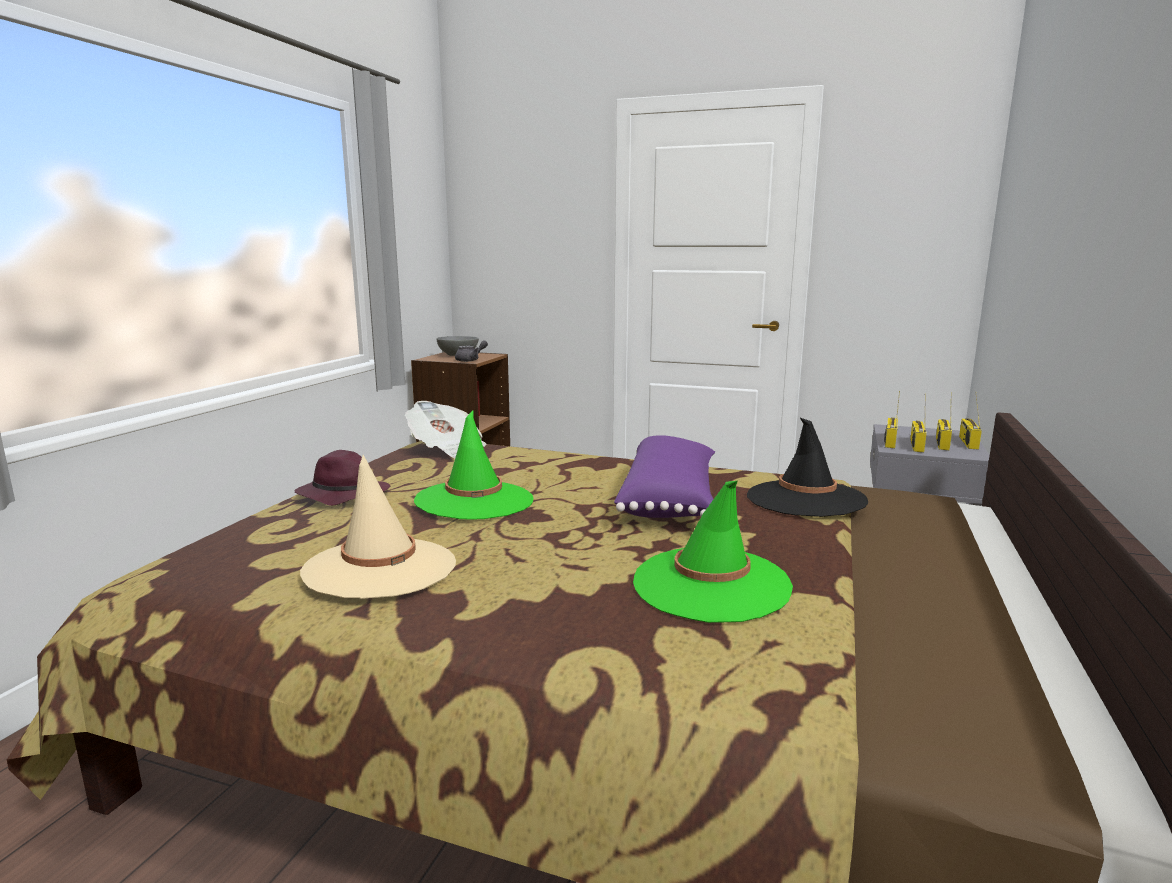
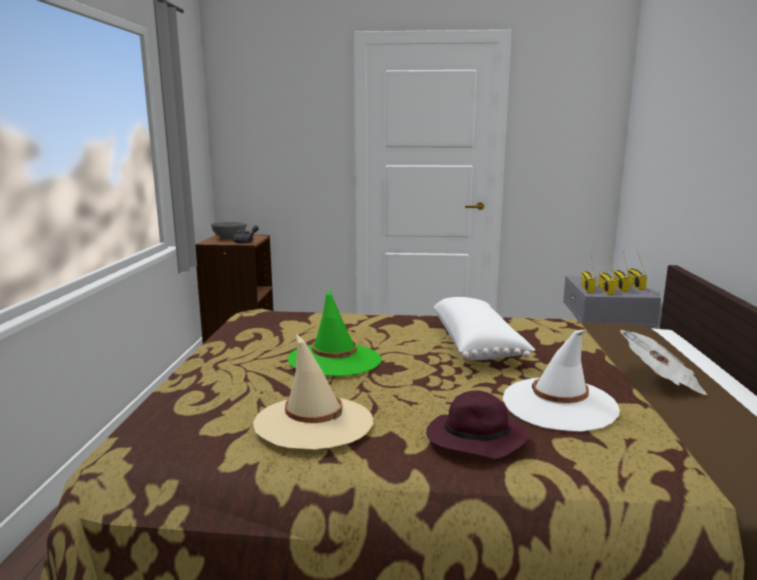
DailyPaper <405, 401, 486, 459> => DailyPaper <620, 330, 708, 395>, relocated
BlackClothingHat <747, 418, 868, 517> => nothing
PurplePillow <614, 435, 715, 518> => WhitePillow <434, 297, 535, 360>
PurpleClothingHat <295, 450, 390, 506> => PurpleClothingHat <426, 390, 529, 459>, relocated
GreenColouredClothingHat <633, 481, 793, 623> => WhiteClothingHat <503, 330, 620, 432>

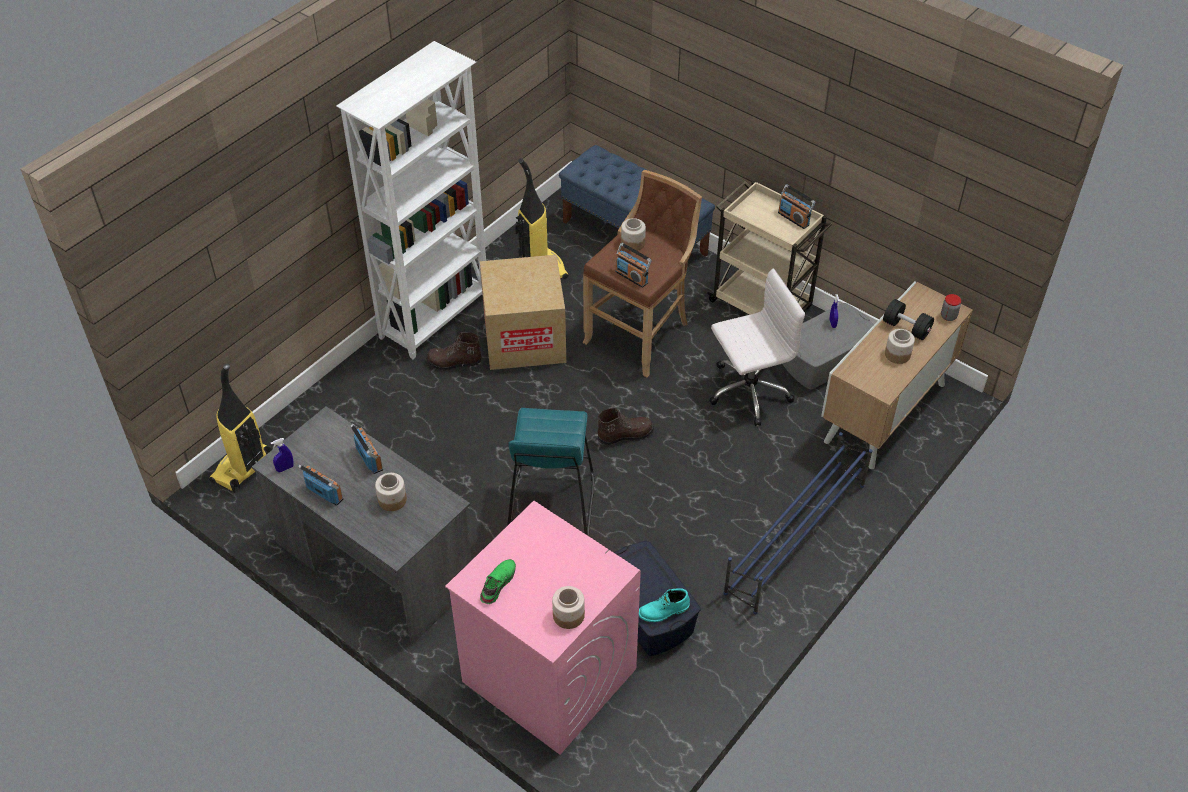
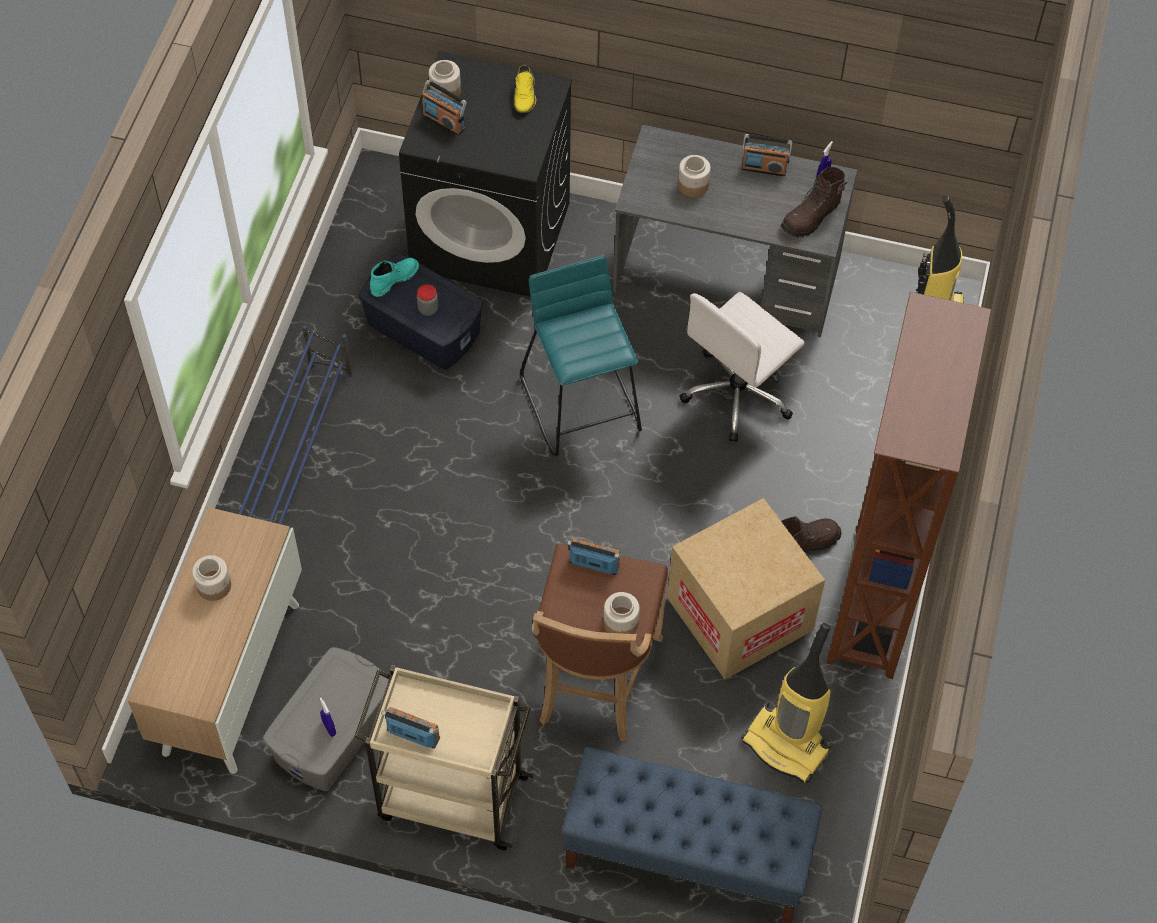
WhiteBookcase <336, 41, 486, 360> => BrownBookcase <827, 292, 991, 679>
WhiteDeskChair <709, 268, 805, 426> => WhiteDeskChair <679, 292, 805, 442>, relocated
StorageJar <941, 294, 961, 321> => StorageJar <417, 284, 438, 316>, relocated
BlackFreeWeight <883, 299, 934, 340> => nothing
BrownHighTopBoot <597, 408, 654, 445> => BrownHighTopBoot <781, 167, 847, 237>, relocated
RadioSet <350, 424, 383, 474> => RadioSet <422, 80, 467, 136>, relocated
PinkLaundryMachine <445, 501, 641, 755> => BlackLaundryMachine <399, 51, 572, 297>
GreenColouredItemOfFootwear <480, 559, 516, 604> => YellowishItemOfFootwear <514, 65, 537, 113>

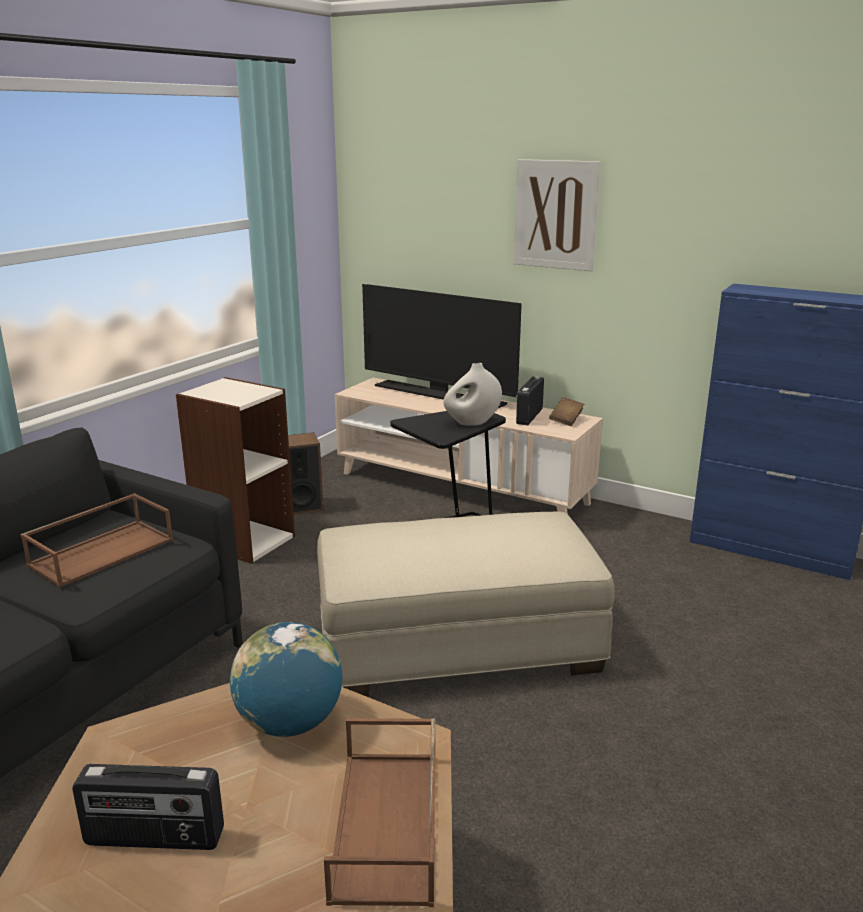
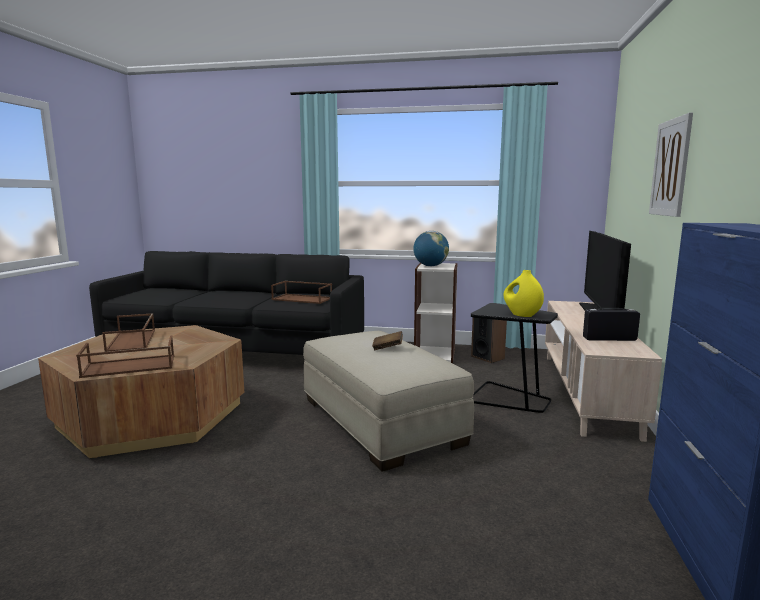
WhiteVase <443, 363, 502, 426> => YellowishVase <503, 270, 544, 317>
BrownBoundBook <549, 397, 584, 426> => BrownBoundBook <372, 331, 403, 350>, relocated
DeskGlobe <230, 622, 342, 737> => DeskGlobe <413, 231, 449, 266>, relocated
RadioSet <72, 764, 224, 850> => BrownServingTray <102, 313, 155, 352>

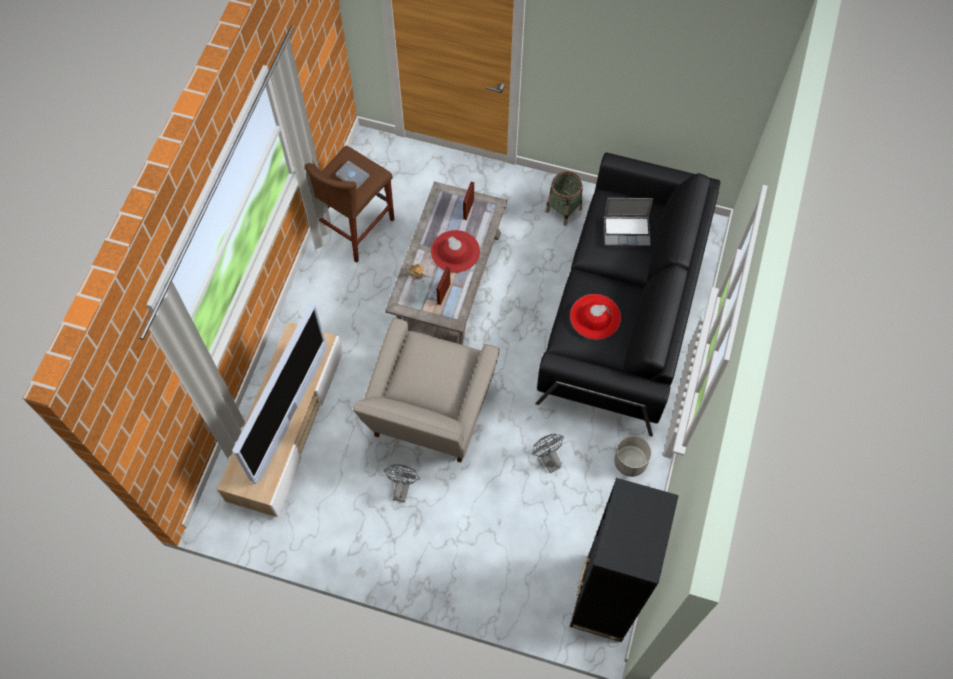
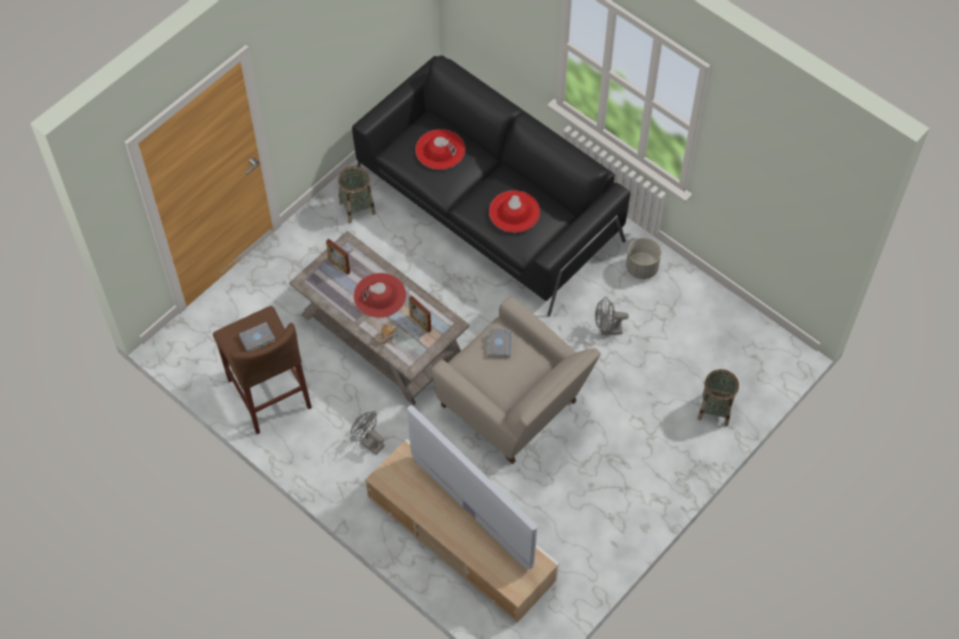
NotebookComputer <604, 198, 654, 246> => RedColouredClothingHat <415, 129, 465, 170>
GreyCoolingFan <384, 464, 420, 502> => GreyCoolingFan <350, 411, 384, 455>, relocated
BlackBookcase <570, 478, 679, 642> => nothing
nothing => GreyBoundBook <488, 329, 512, 358>
nothing => Basket <697, 369, 739, 426>

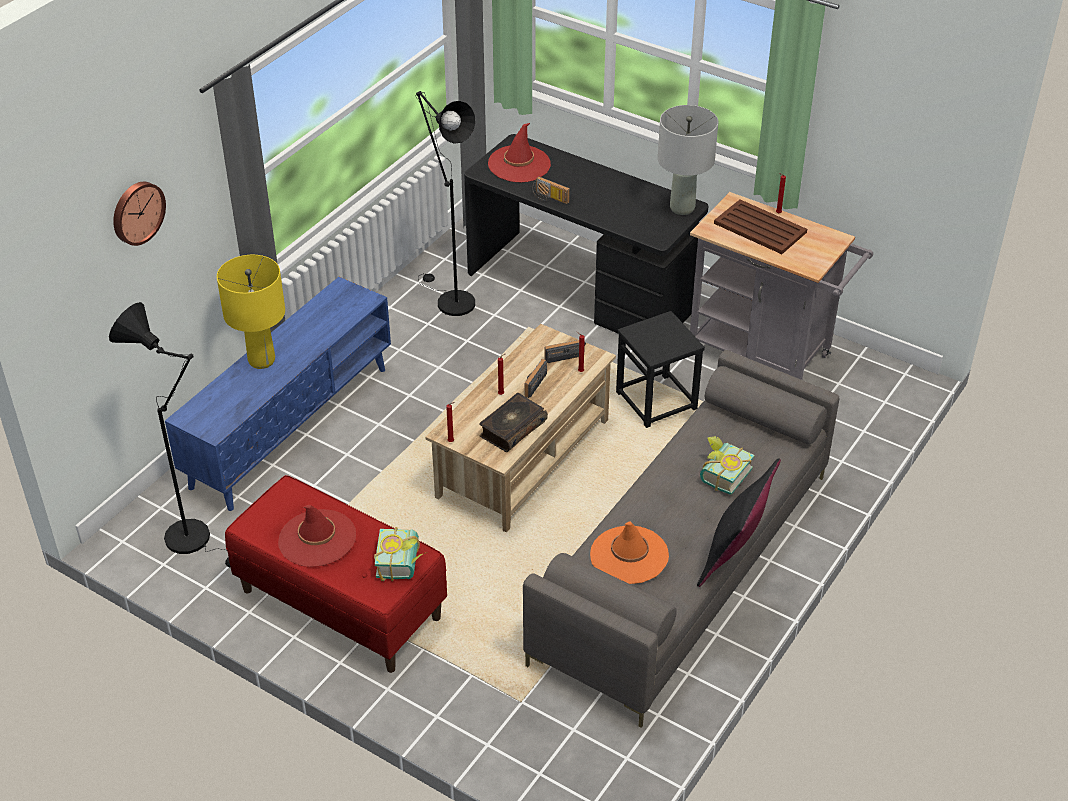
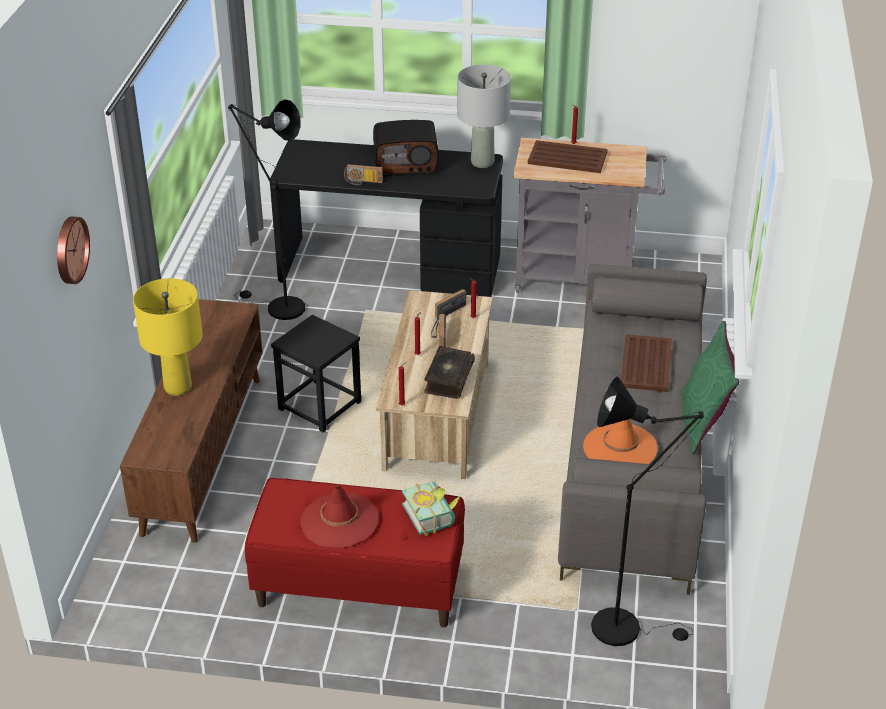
RedColouredClothingHat <488, 123, 551, 182> => nothing
BluishMediaConsole <165, 277, 391, 511> => BrownMediaConsole <120, 299, 263, 543>
BlackStandingLamp <109, 302, 231, 568> => BlackStandingLamp <591, 377, 704, 646>, relocated
BlackStoolSeat <616, 311, 705, 428> => BlackStoolSeat <271, 315, 361, 432>, relocated
BoundBook <700, 436, 755, 495> => BrownServingTray <621, 334, 672, 392>
BlackPillow <697, 458, 781, 587> => GreenColouredPillow <681, 321, 740, 454>
nothing => RadioSet <373, 120, 439, 177>

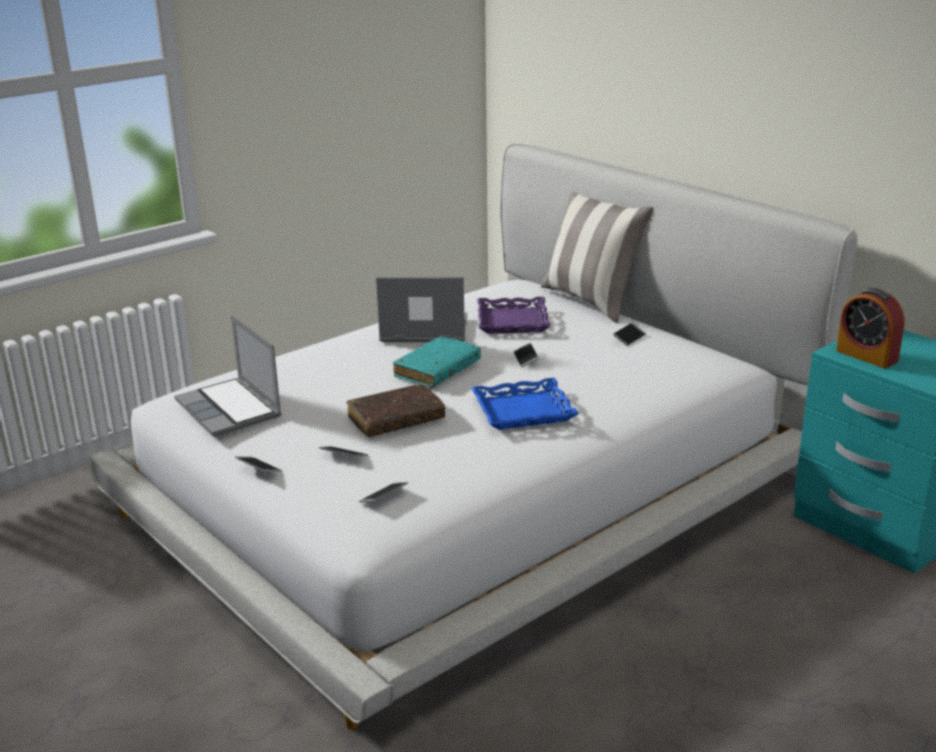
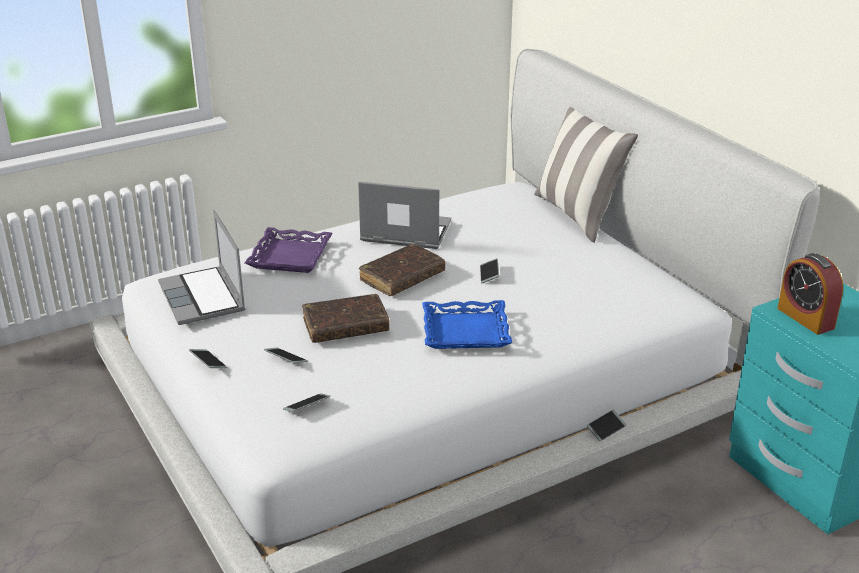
PurpleServingTray <477, 297, 550, 333> => PurpleServingTray <245, 227, 332, 273>, relocated
Phone <613, 323, 646, 346> => Phone <587, 410, 627, 441>, relocated
TurquoiseColouredBoundBook <393, 336, 481, 387> => BrownBoundBook <359, 244, 445, 296>

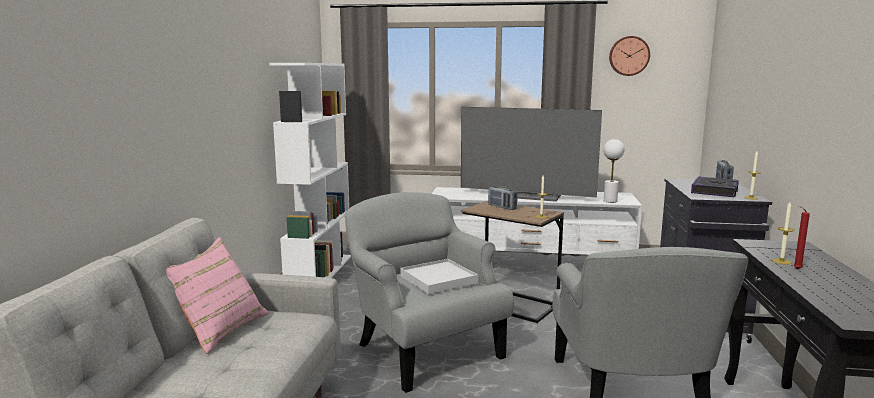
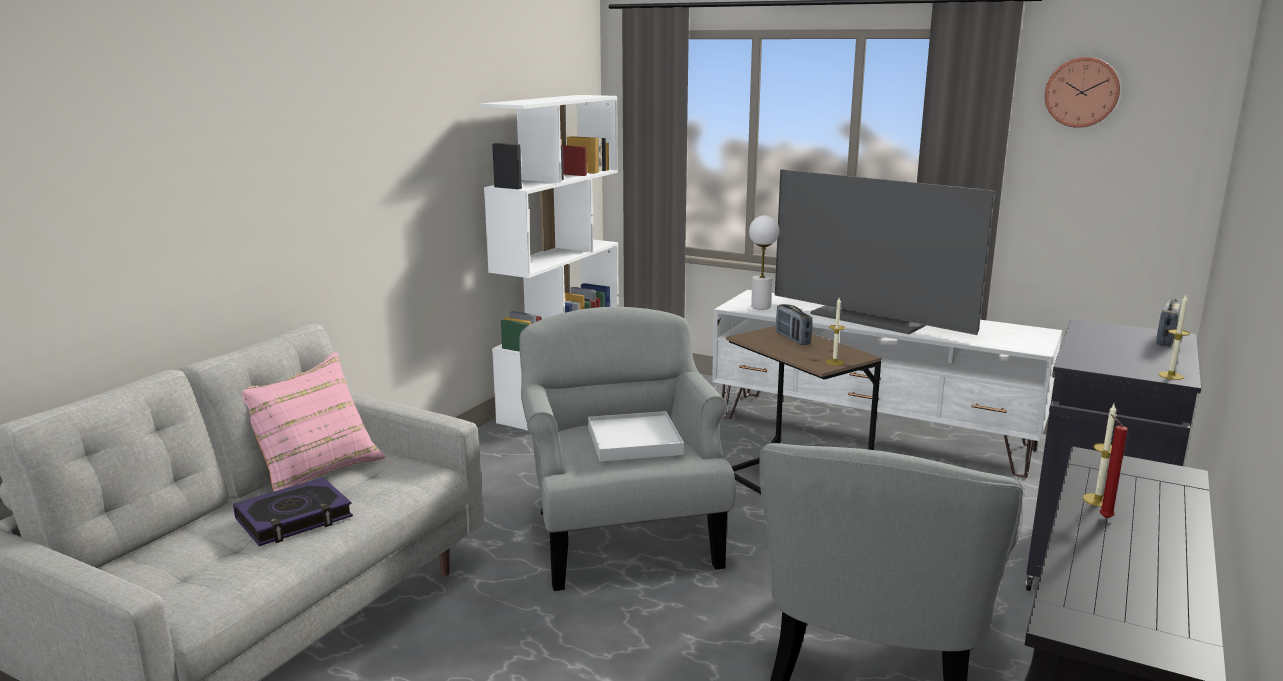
WhiteTableLamp <603, 139, 625, 203> => WhiteTableLamp <749, 215, 779, 309>, relocated
BoundBook <691, 176, 739, 197> => BoundBook <233, 477, 353, 546>, relocated

